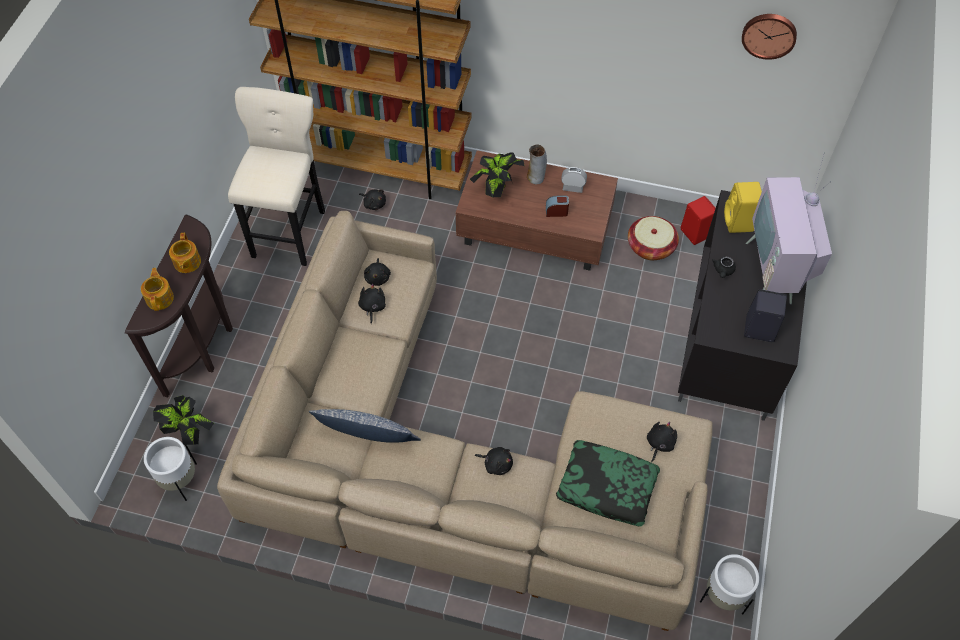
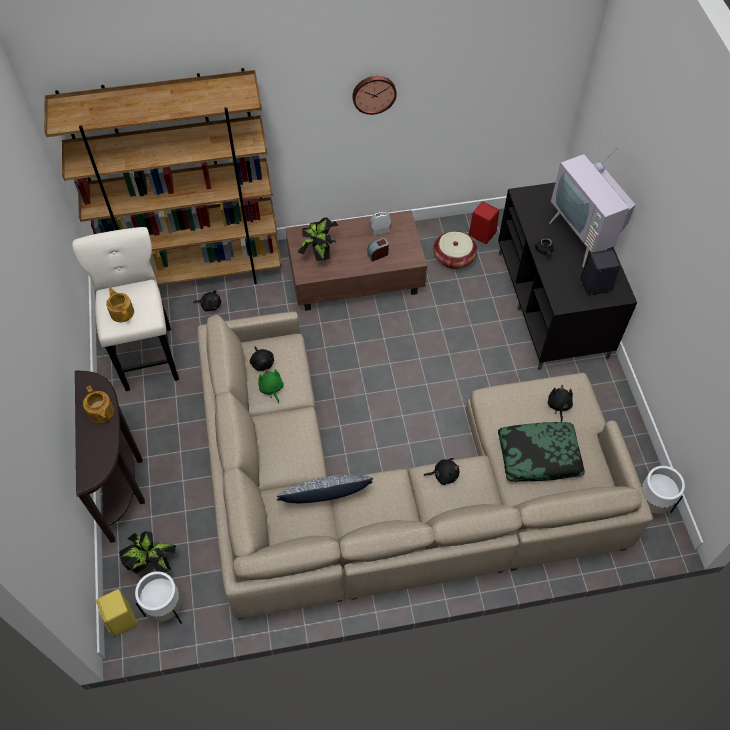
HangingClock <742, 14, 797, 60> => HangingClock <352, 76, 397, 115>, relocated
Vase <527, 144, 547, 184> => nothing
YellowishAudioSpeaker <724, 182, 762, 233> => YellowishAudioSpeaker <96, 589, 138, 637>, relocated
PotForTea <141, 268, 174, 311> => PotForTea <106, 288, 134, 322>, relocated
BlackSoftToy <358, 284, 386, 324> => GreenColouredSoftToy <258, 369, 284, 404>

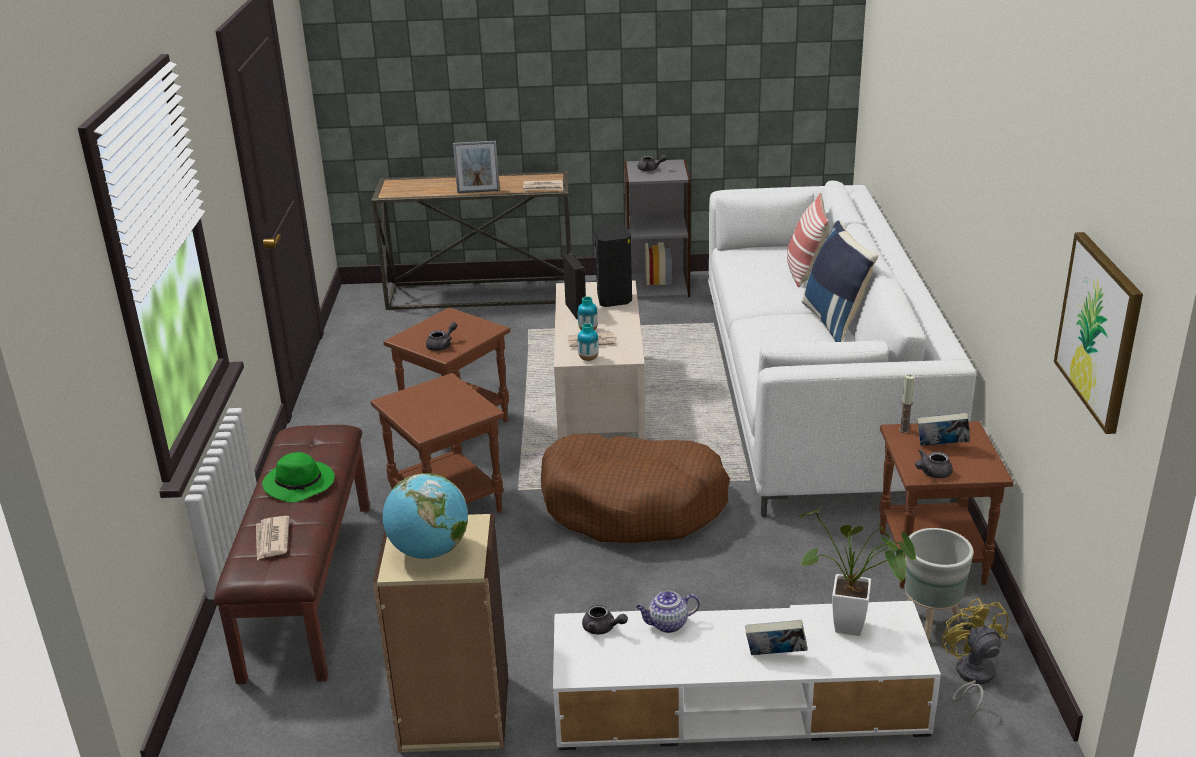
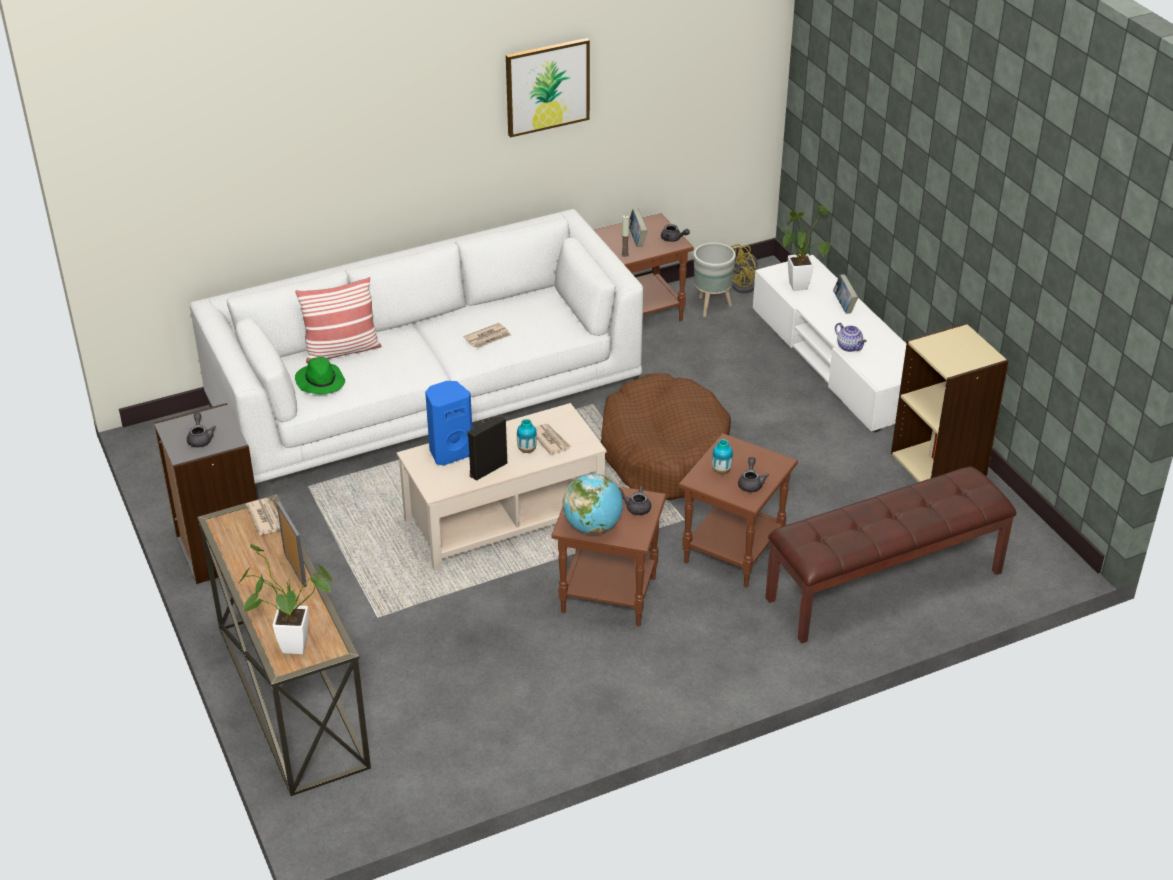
BluishPillow <801, 221, 878, 342> => nothing
BlackAudioSpeaker <595, 226, 632, 307> => BluishAudioSpeaker <425, 381, 472, 466>
WallPicture <1054, 232, 1143, 434> => WallPicture <506, 38, 590, 138>, relocated
Vase <578, 323, 599, 361> => Vase <712, 439, 733, 474>, relocated
GreenColouredClothingHat <262, 452, 335, 502> => GreenColouredClothingHat <295, 357, 345, 394>, relocated
DeskGlobe <383, 473, 468, 559> => DeskGlobe <563, 474, 623, 534>, relocated
DailyPaper <256, 516, 290, 560> => DailyPaper <464, 323, 511, 349>, relocated
GreyPotForTea <582, 604, 628, 634> => GreyPotForTea <738, 457, 769, 492>, relocated
nothing => Houseplant <236, 544, 334, 654>

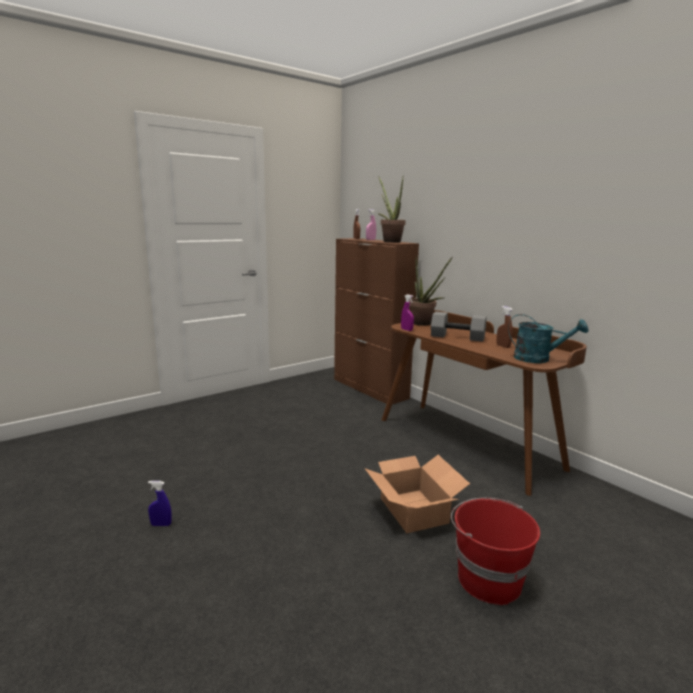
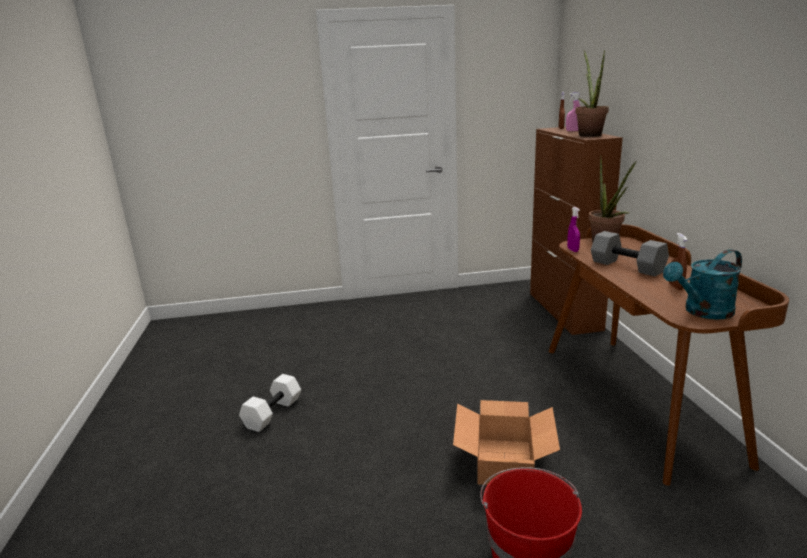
TurquoiseColouredWateringCan <508, 314, 589, 363> => TurquoiseColouredWateringCan <663, 249, 742, 320>, 105 degrees clockwise
BluishSprayer <148, 481, 172, 526> => WhiteFreeWeight <239, 374, 301, 432>

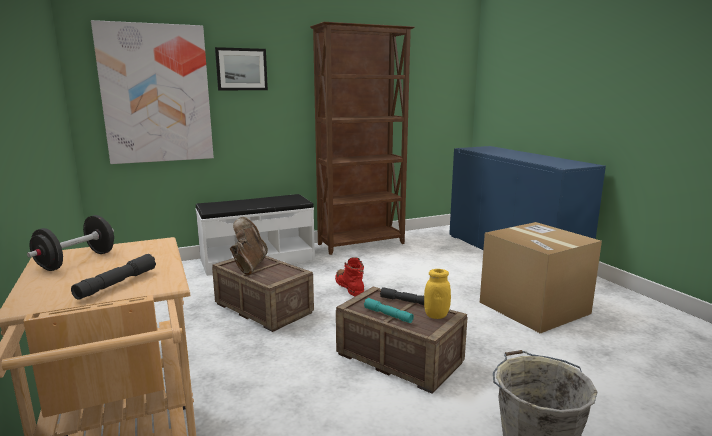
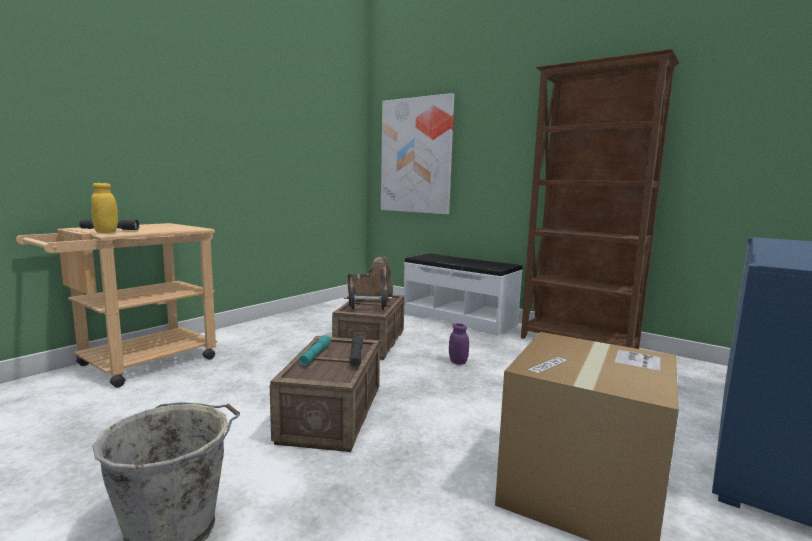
WallPicture <215, 47, 268, 90> => nothing
BlackFreeWeight <27, 215, 114, 271> => BlackFreeWeight <344, 286, 392, 310>, relocated
RedColouredHighTopBoot <335, 257, 364, 296> => PurpleStorageJar <449, 323, 469, 365>
YellowishStorageJar <424, 269, 451, 319> => YellowishStorageJar <91, 183, 118, 233>, relocated

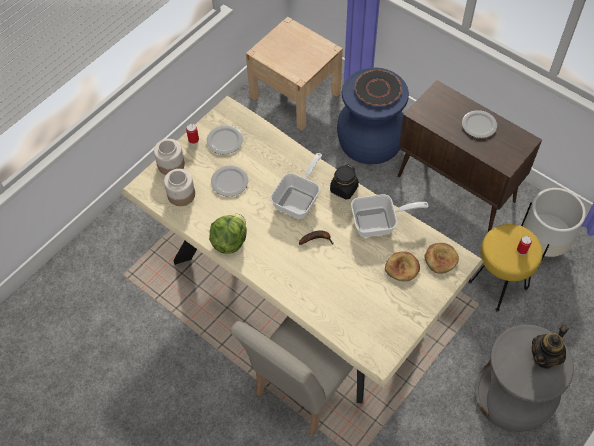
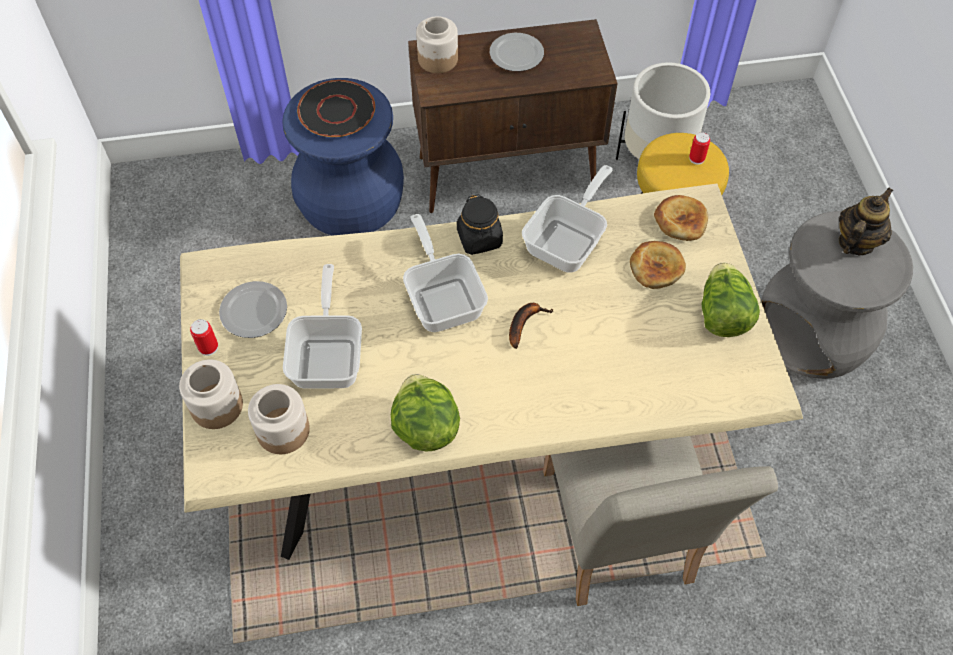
BeigeNightstand <246, 17, 343, 130> => nothing
FlatDish <211, 165, 248, 196> => Skillet <283, 264, 362, 389>
PotForTea <532, 325, 569, 369> => PotForTea <839, 187, 893, 255>, 135 degrees counterclockwise
nothing => StorageJar <416, 16, 458, 73>
nothing => LettuceHead <701, 262, 760, 337>

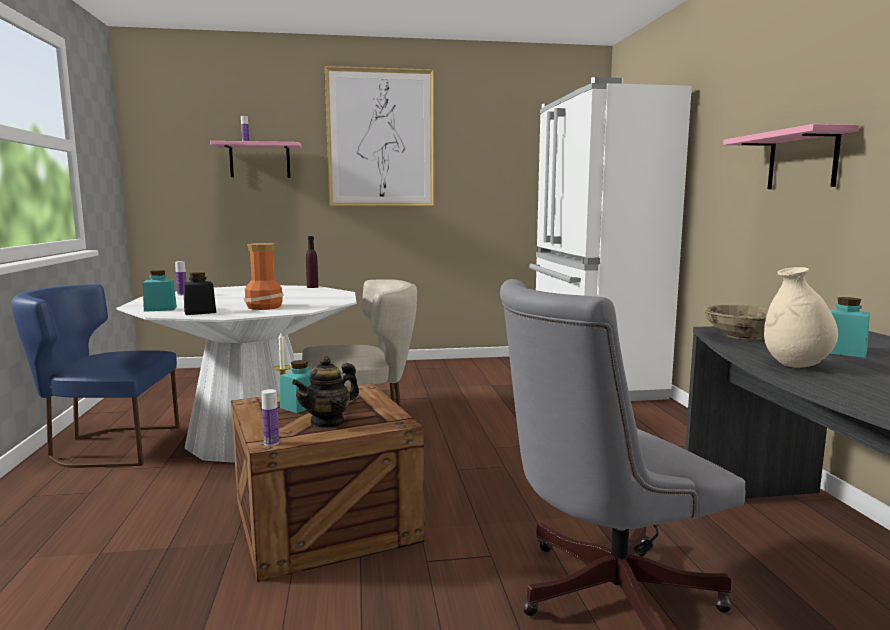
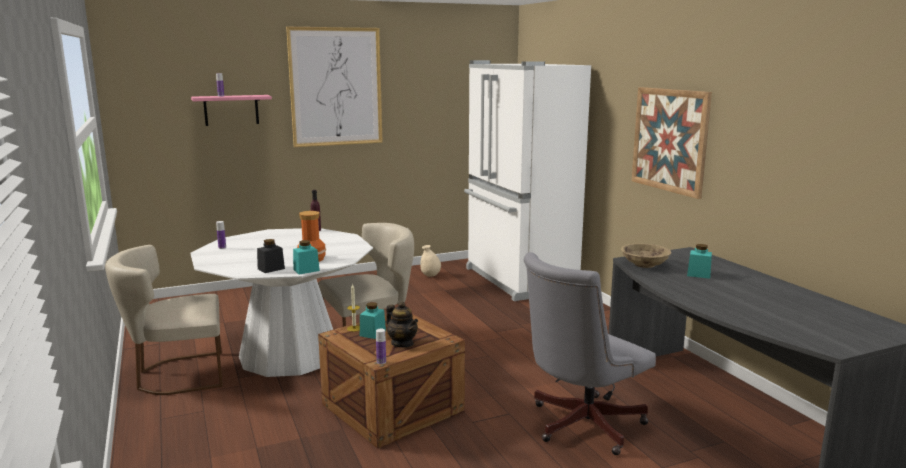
PinkBracketShelf <723, 124, 859, 189> => WallPicture <632, 87, 712, 199>
BeigeVase <764, 267, 838, 368> => BeigeVase <420, 245, 441, 277>, relocated
TurquoiseColouredStorageJar <143, 270, 177, 312> => TurquoiseColouredStorageJar <293, 240, 320, 274>, relocated
BluishChair <11, 284, 179, 468> => BeigeChair <105, 245, 223, 395>
PotForTea <292, 356, 359, 429> => PotForTea <386, 302, 418, 347>, 75 degrees counterclockwise

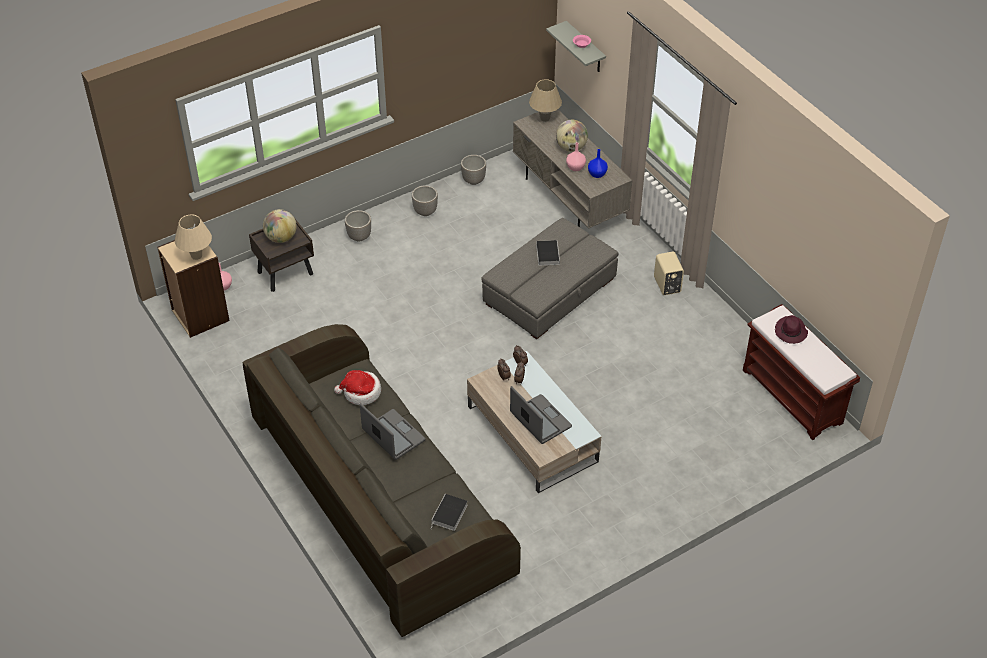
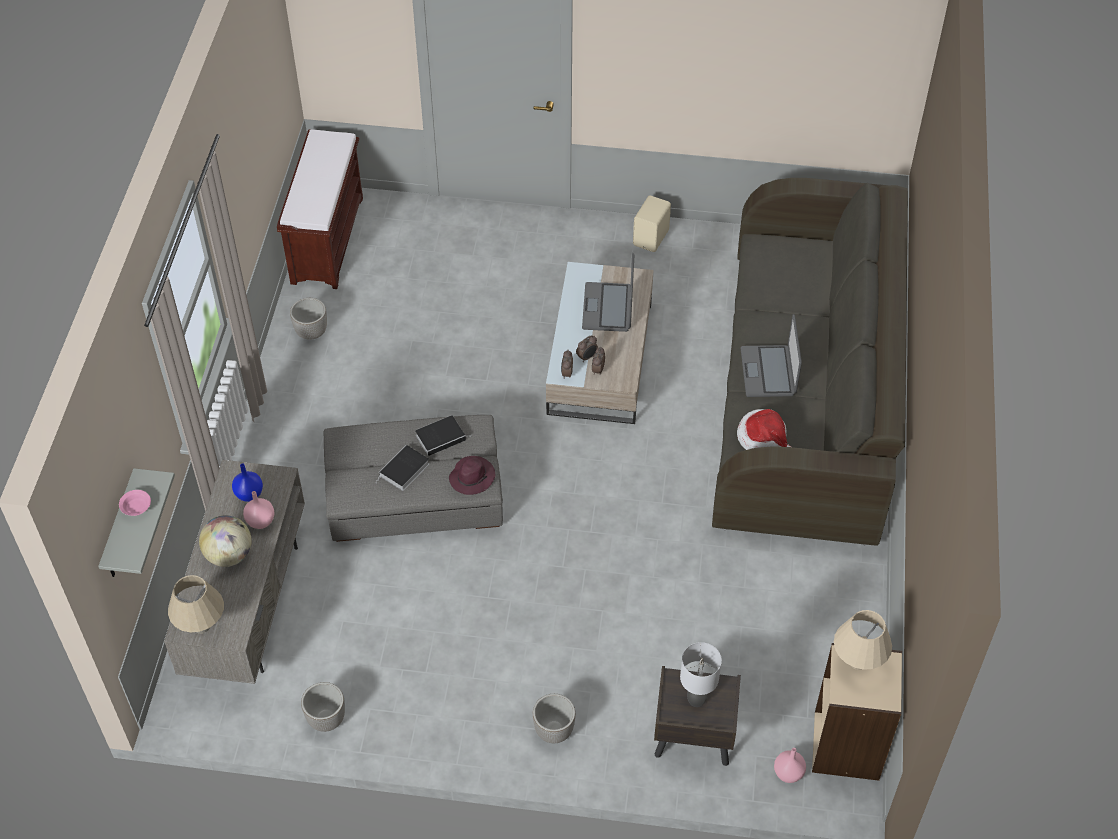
FlowerPot <412, 186, 438, 216> => FlowerPot <290, 298, 327, 340>, relocated
DeskGlobe <263, 209, 297, 243> => GreyTableLamp <680, 642, 722, 707>
BeigeAudioSpeaker <654, 252, 684, 295> => BeigeAudioSpeaker <633, 196, 671, 252>, relocated
PurpleClothingHat <775, 315, 808, 344> => PurpleClothingHat <449, 456, 495, 495>, relocated
BoundBook <431, 494, 468, 531> => BoundBook <415, 415, 471, 456>, relocated

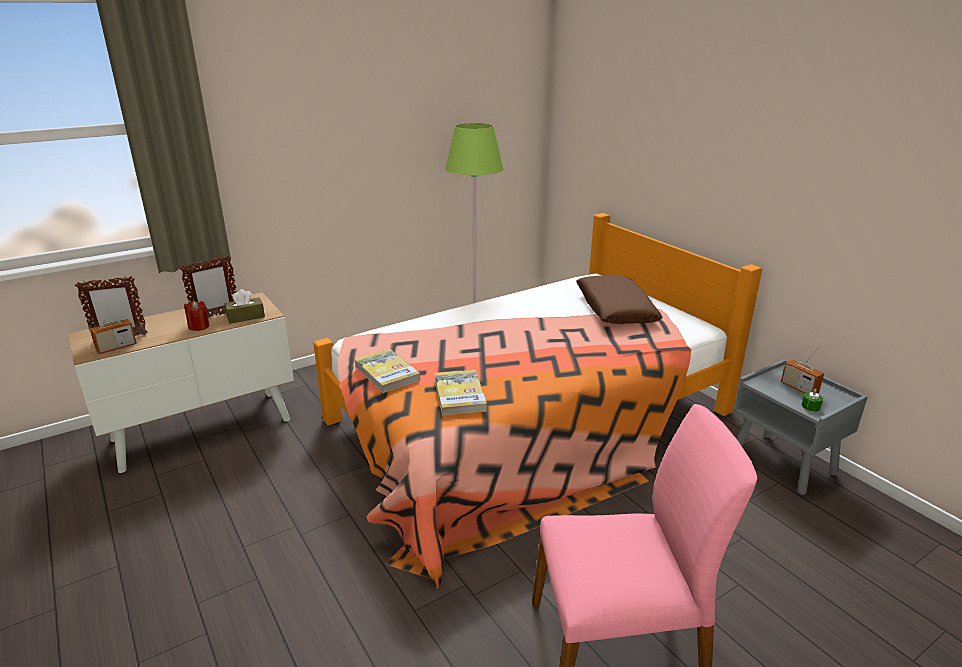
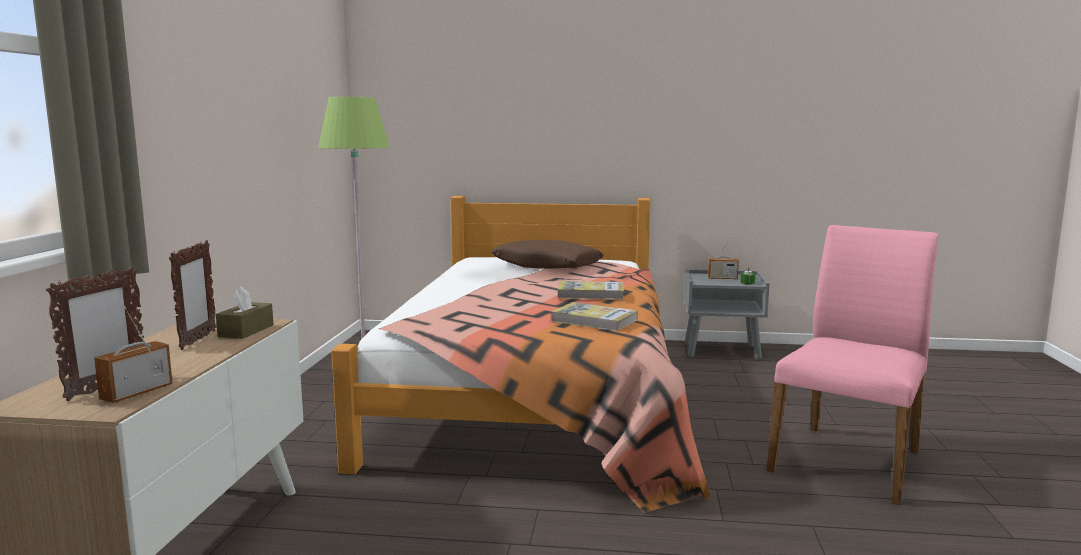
RadioSet <90, 297, 137, 354> => RadioSet <94, 306, 173, 403>, 150 degrees counterclockwise
RedColouredWaxCandle <184, 301, 210, 331> => nothing
BoundBook <354, 349, 420, 393> => BoundBook <558, 281, 624, 300>, relocated

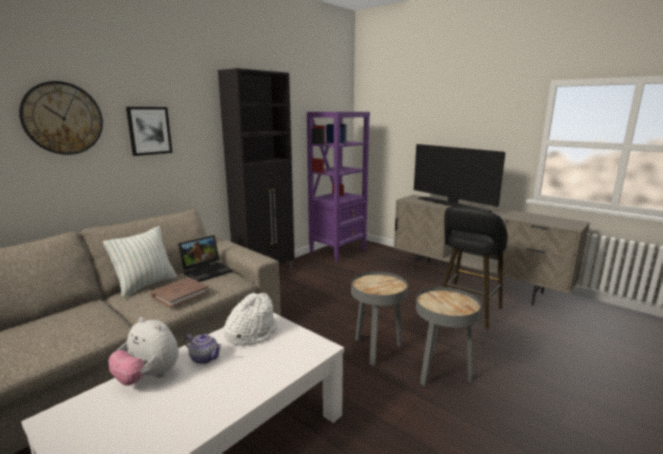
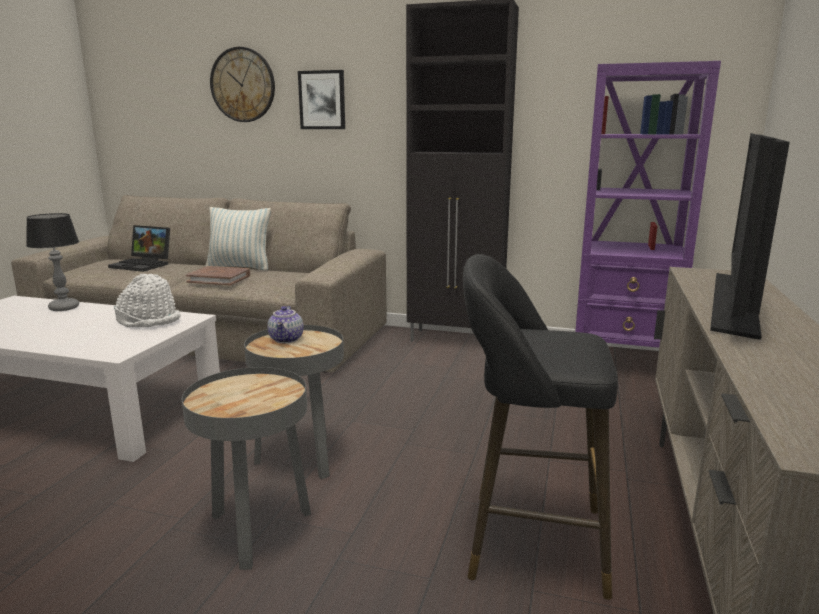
NotebookComputer <178, 235, 233, 282> => NotebookComputer <108, 225, 170, 272>, relocated
SoftToy <108, 317, 179, 386> => TableLamp <26, 213, 79, 311>
PotForTea <184, 334, 222, 364> => PotForTea <267, 306, 304, 343>, relocated

